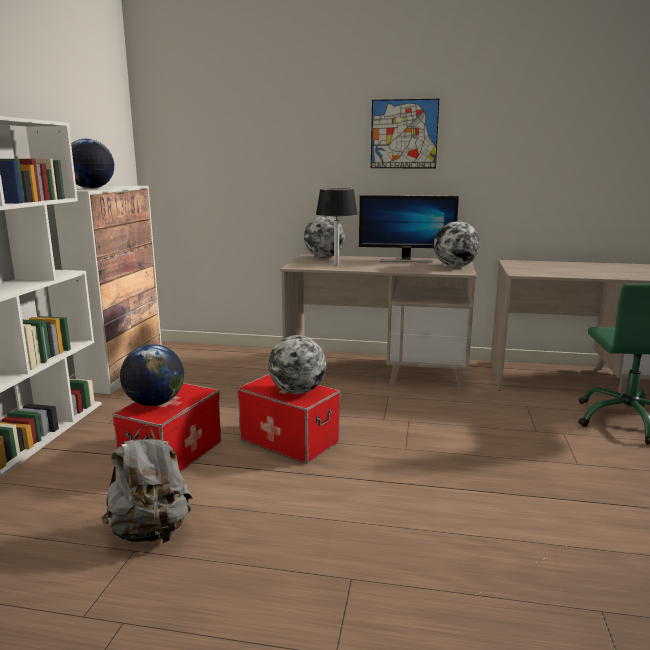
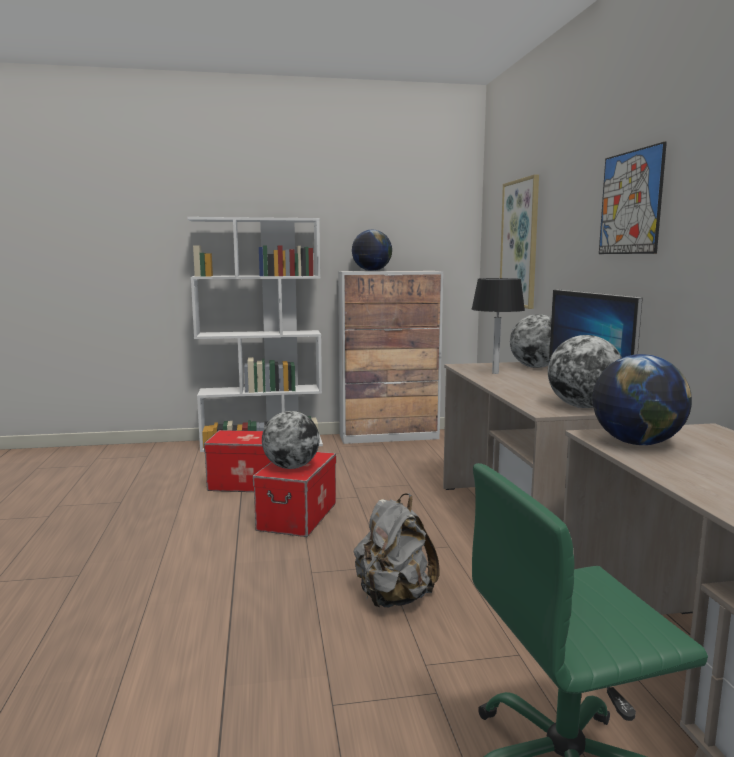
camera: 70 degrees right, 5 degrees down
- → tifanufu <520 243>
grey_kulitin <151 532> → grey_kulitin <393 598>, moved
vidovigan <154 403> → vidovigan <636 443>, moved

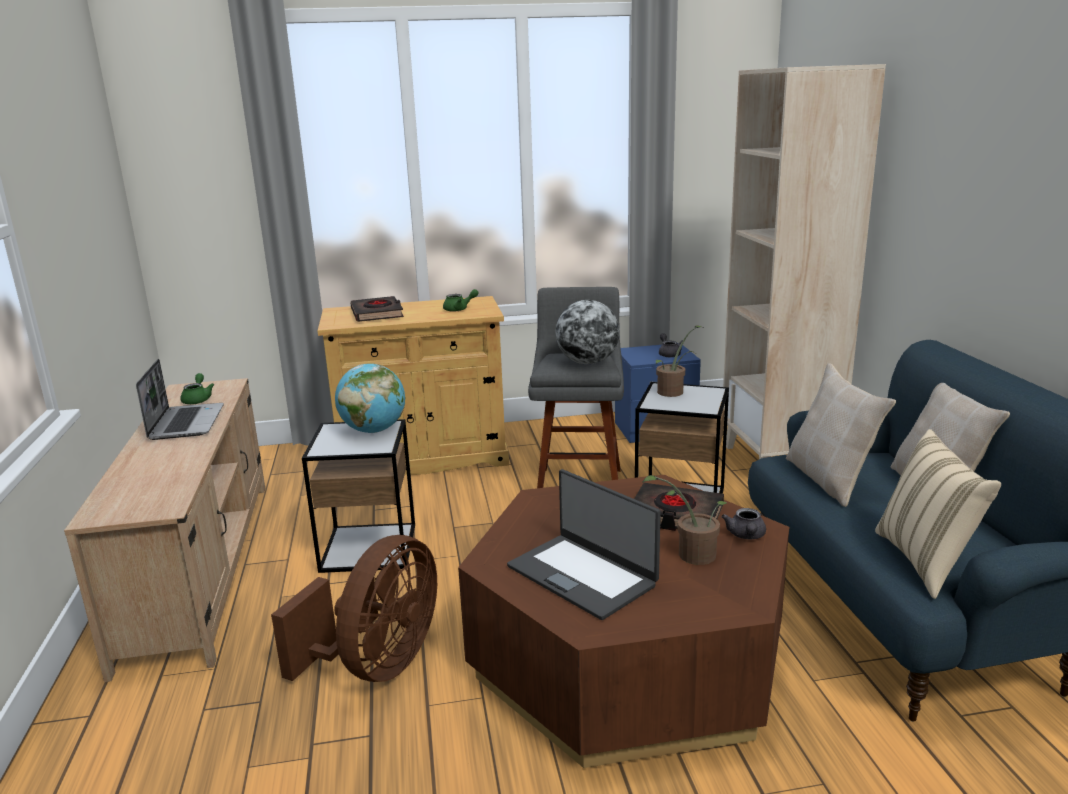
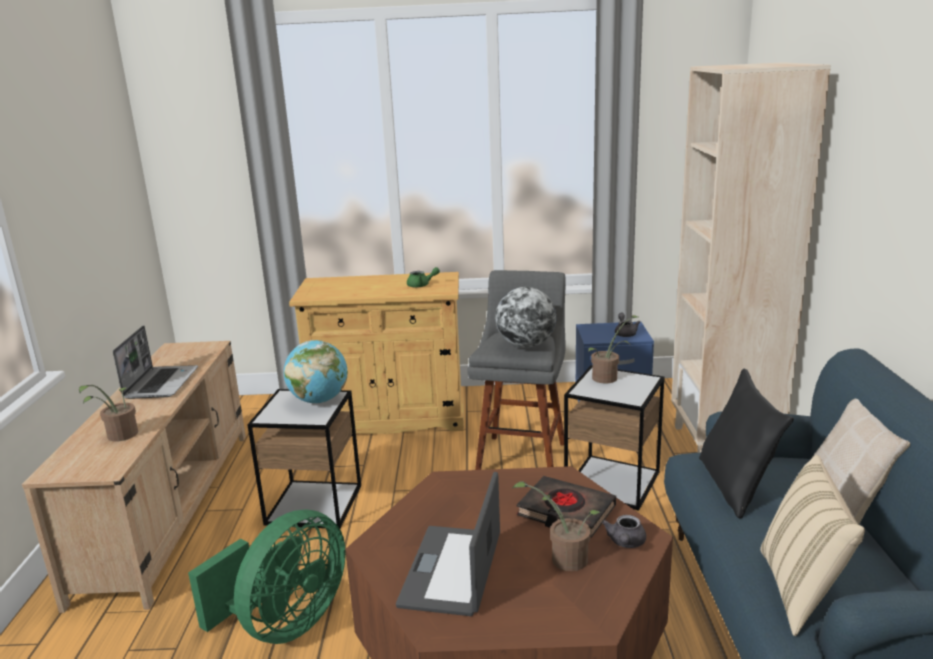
camera: 10 degrees right, 0 degrees up
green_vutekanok <198 399> → -
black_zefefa <377 314> → -
- → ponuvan <119 436>
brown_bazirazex <378 665> → green_bazirazex <285 624>
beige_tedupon <830 480> → black_tedupon <736 486>
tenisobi <582 575> → tenisobi <453 570>, 45 degrees clockwise

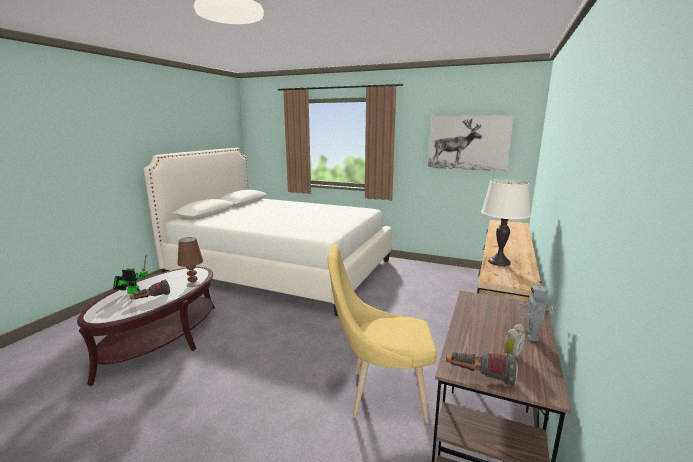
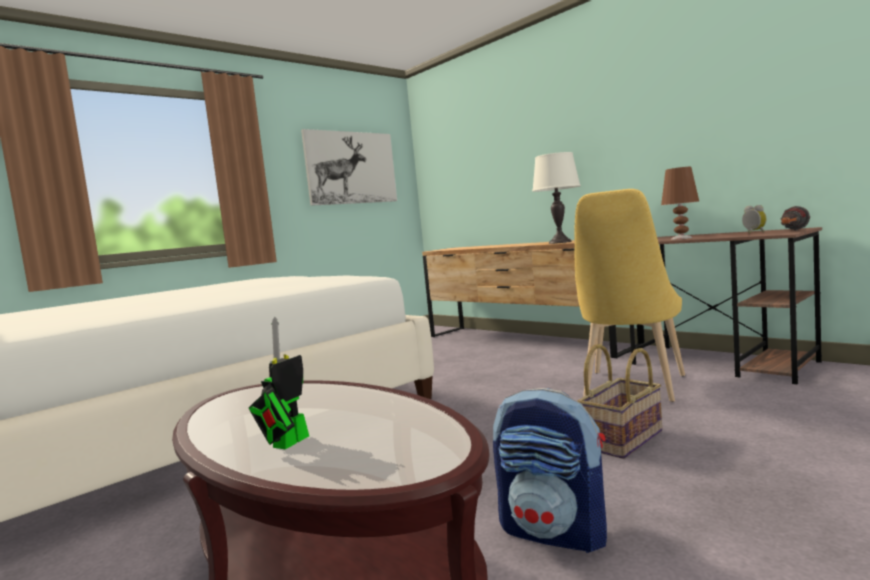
camera: 65 degrees left, 10 degrees down
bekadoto <151 299> → -
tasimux <533 336> → -
- → kulitin <555 532>
- → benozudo <622 439>
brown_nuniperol <193 284> → brown_nuniperol <681 238>, moved

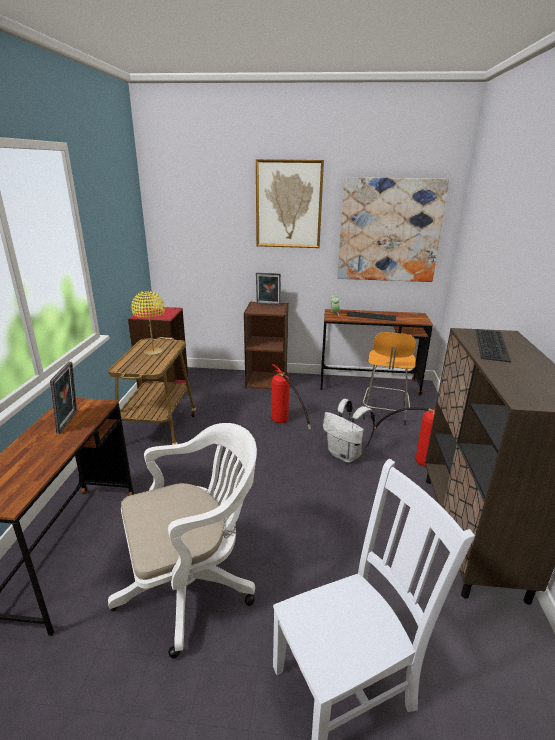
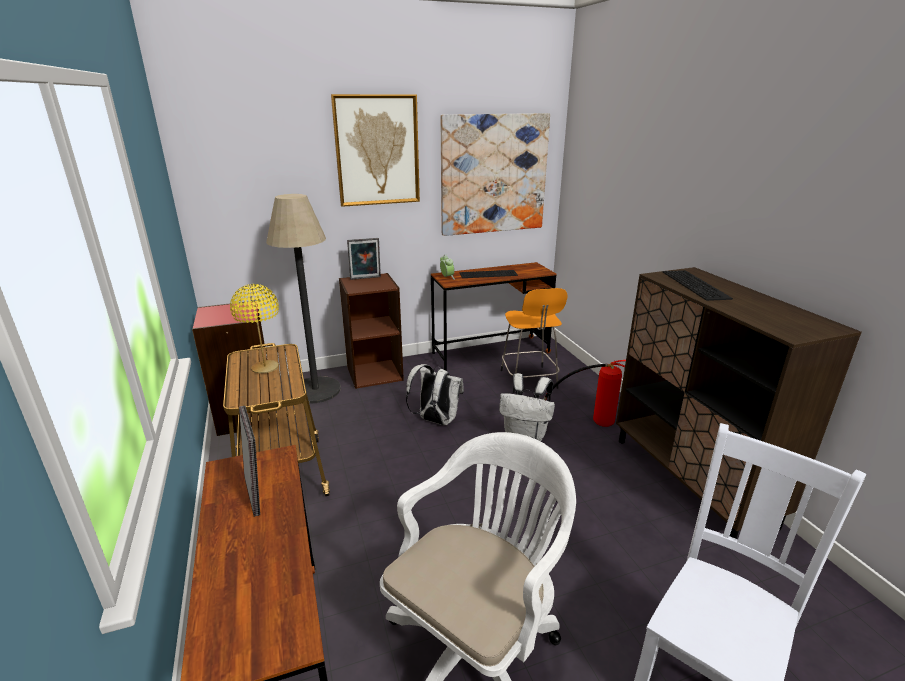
camera: 25 degrees left, 0 degrees up
- → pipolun <315 390>
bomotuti <285 424> → white_kulitin <435 420>

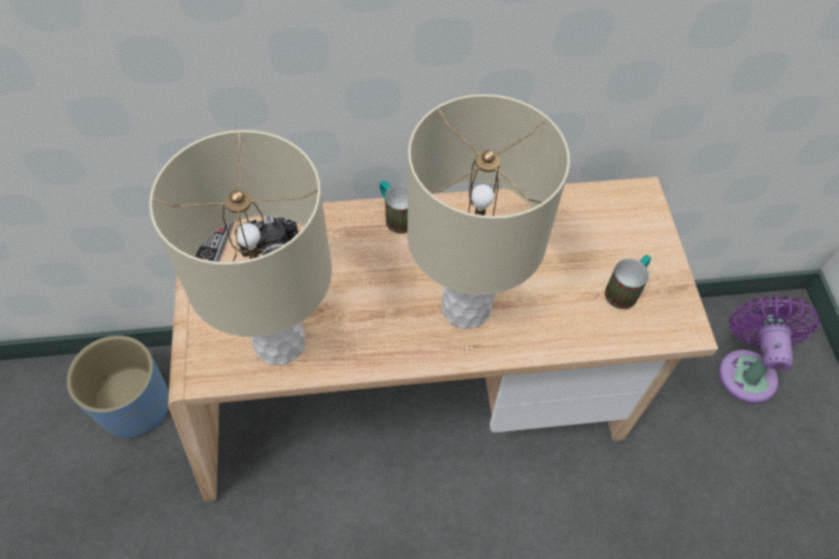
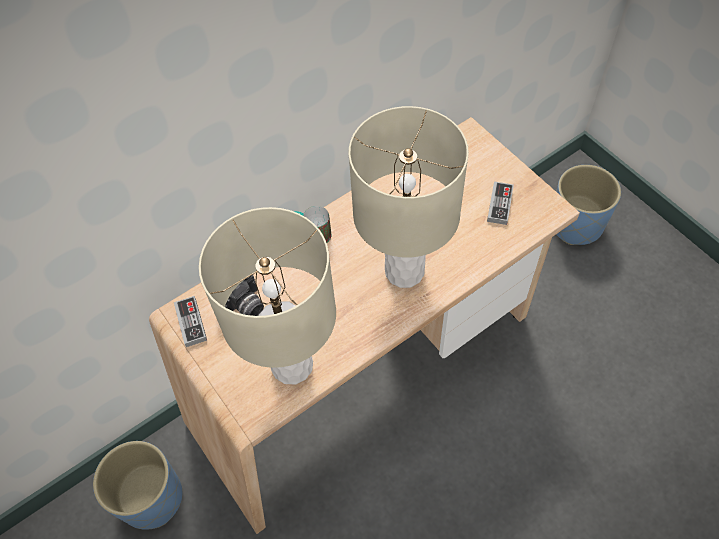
camera: 25 degrees left, 0 degrees up
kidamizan <625 290> → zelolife <500 204>
purple_bazirazex <747 370> → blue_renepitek <576 225>

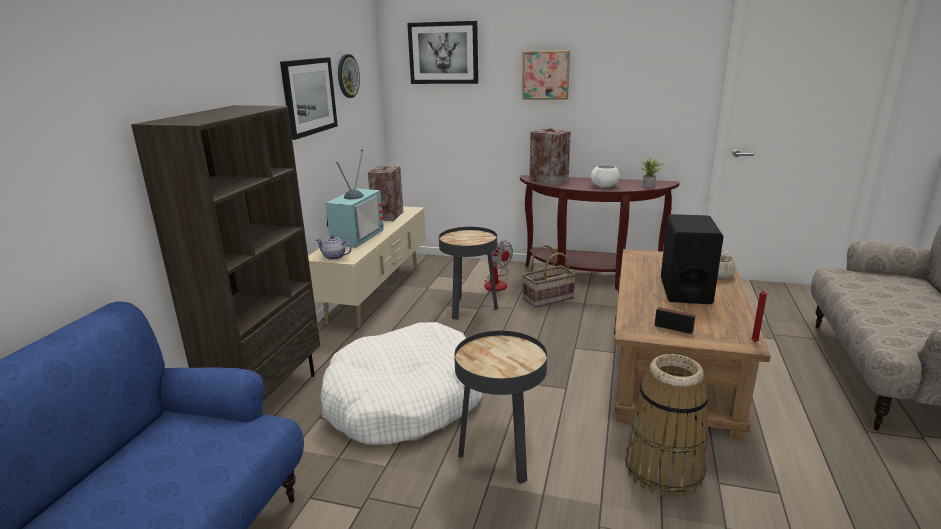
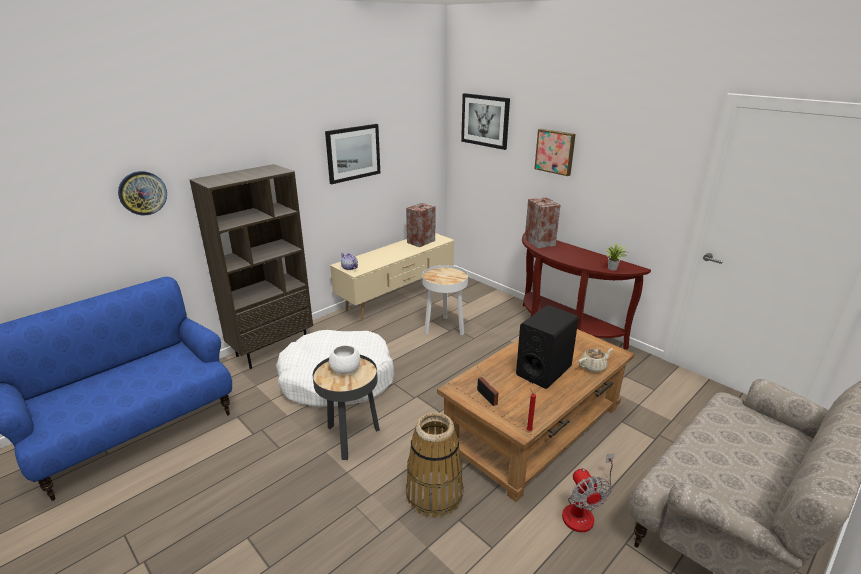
camera: 30 degrees right, 5 degrees up
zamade <355 236> → -
benozudo <548 299> → -
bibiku <347 76> → bibiku <142 193>, moved
bazirazex <497 283> → bazirazex <583 511>, moved
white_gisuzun <604 186> → white_gisuzun <345 370>, moved
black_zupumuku <469 308> → white_zupumuku <444 328>

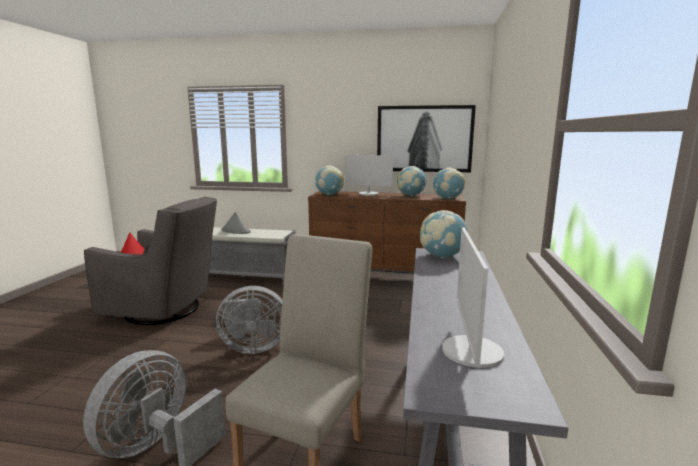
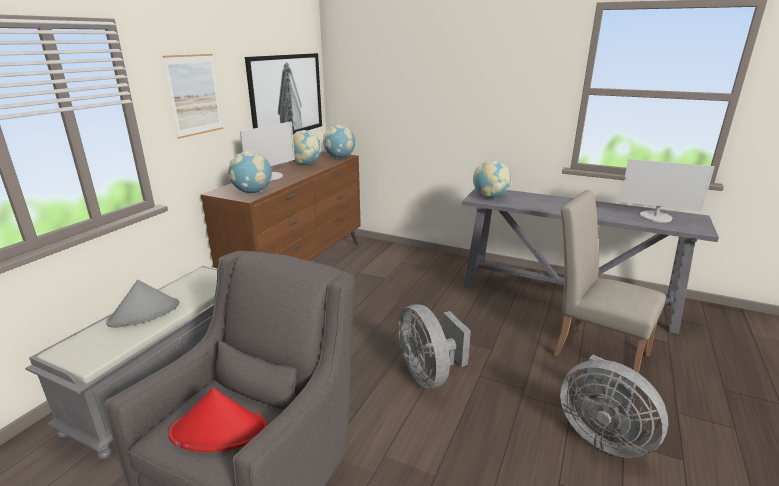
camera: 75 degrees left, 10 degrees up
- → tifanufu <195 95>
grey_bazirazex <252 347> → grey_bazirazex <429 374>, 150 degrees clockwise

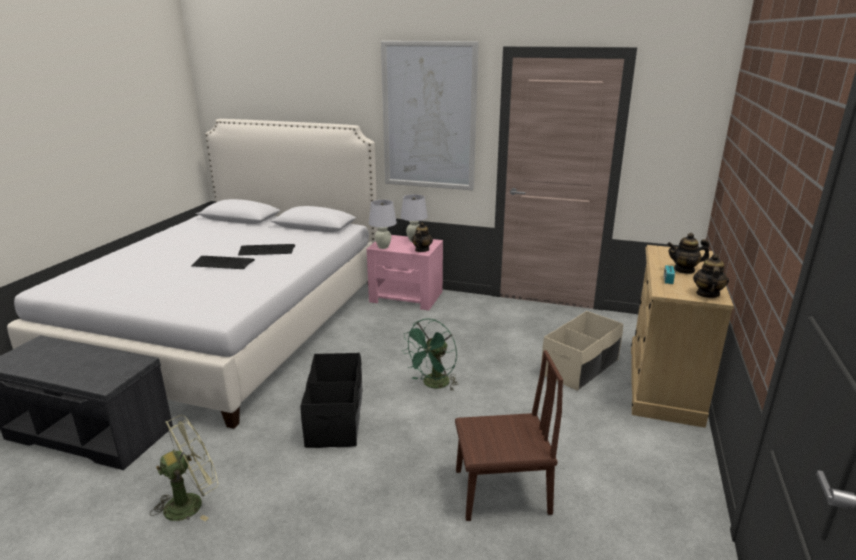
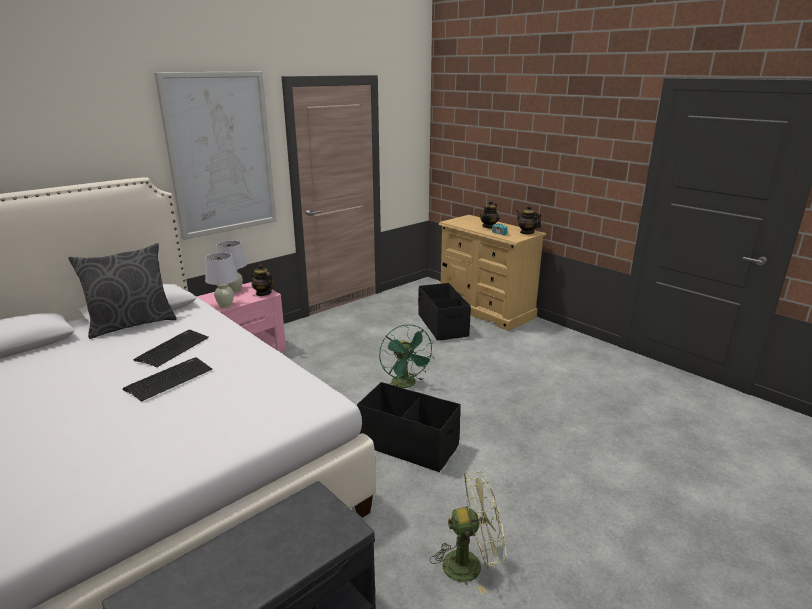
camera: 60 degrees left, 0 degrees up
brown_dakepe <501 491> → -
- → grey_tedupon <132 324>
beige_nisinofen <580 367> → black_nisinofen <443 325>
green_bazirazex <191 502> → green_bazirazex <470 564>, 90 degrees clockwise

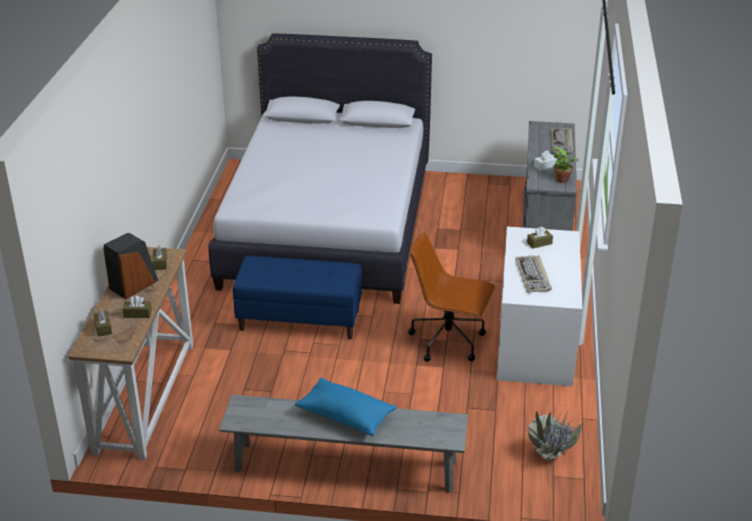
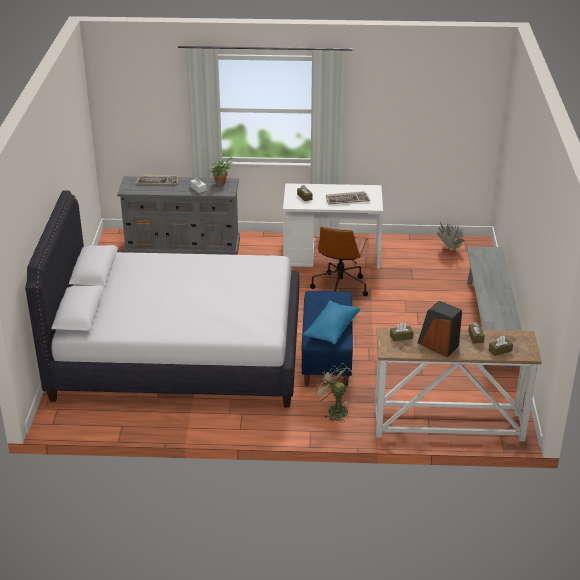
camera: 95 degrees left, 0 degrees up
- → beige_bazirazex <334 409>
blue_tedupon <346 416> → blue_tedupon <331 329>, moved

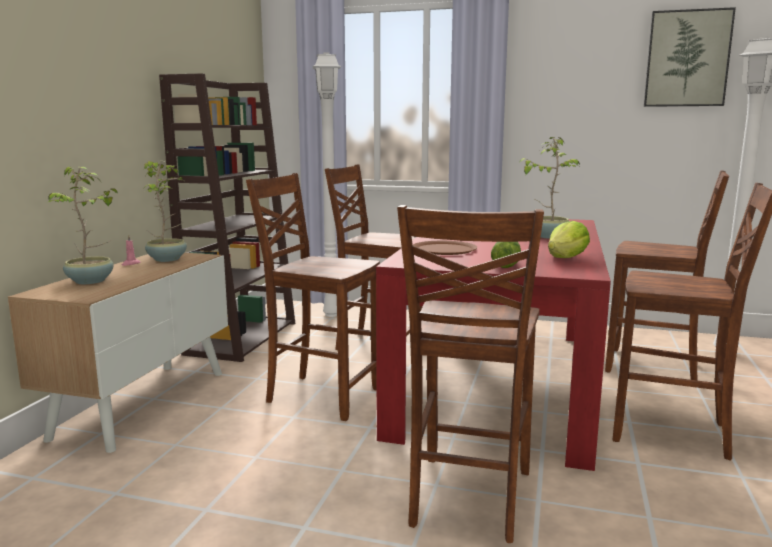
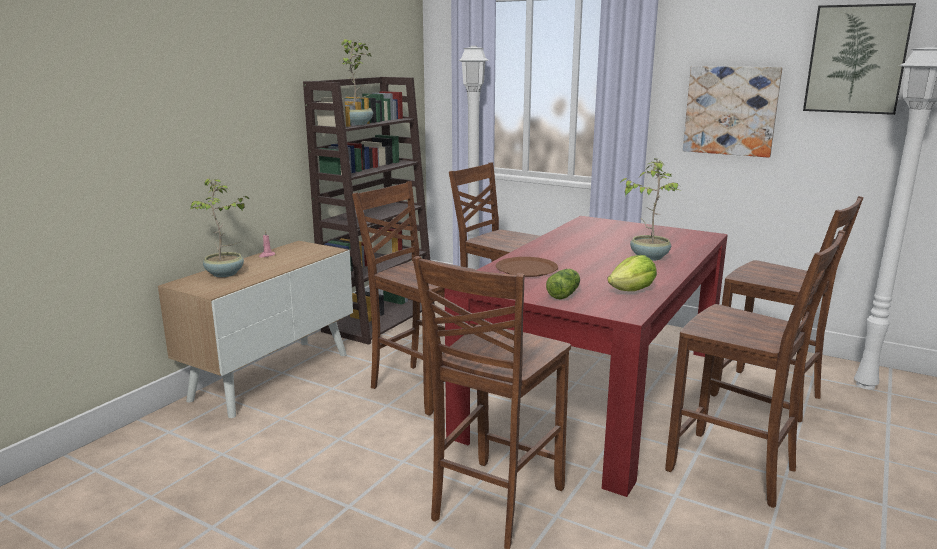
camera: 15 degrees right, 5 degrees up
- → tifanufu <731 110>
ponuvan <168 259> → ponuvan <358 124>, moved

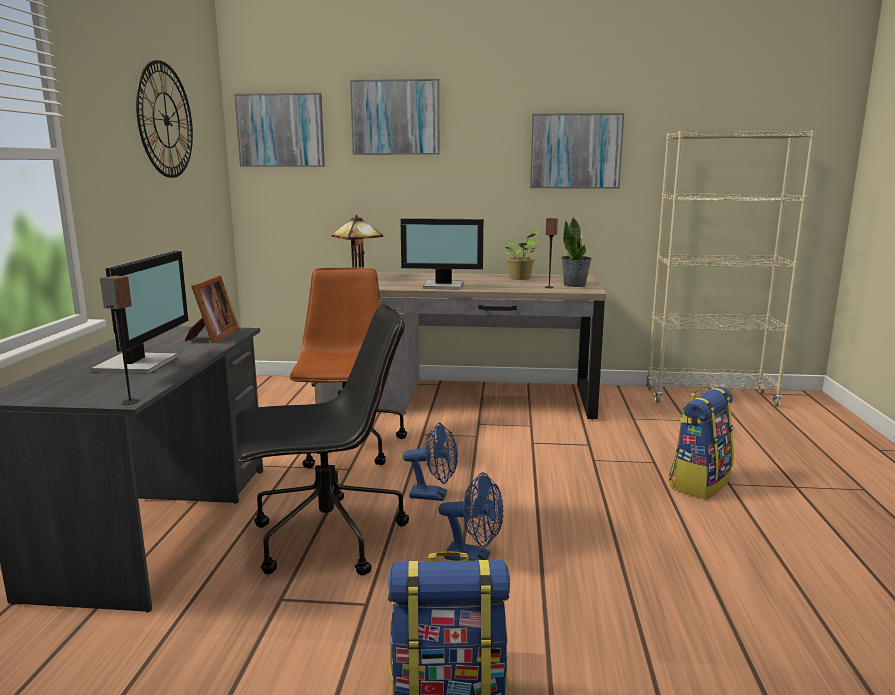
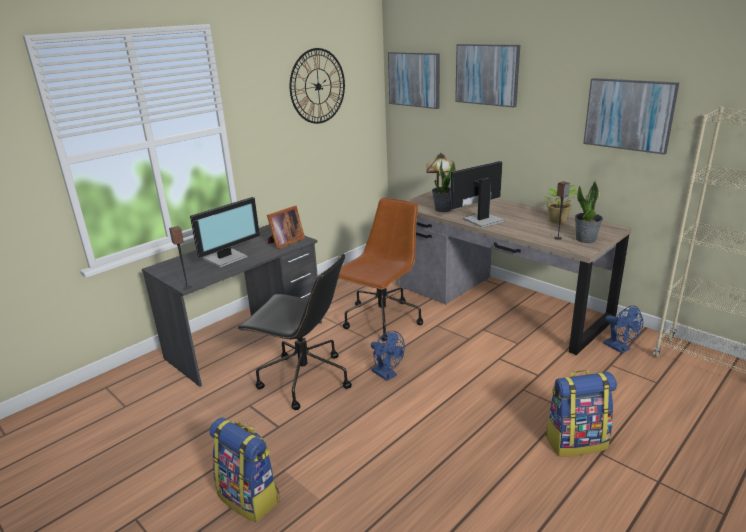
camera: 40 degrees right, 10 degrees up
- → ponuvan <442 209>
blue_bazirazex <474 558> → blue_bazirazex <620 348>, moved
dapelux <444 286> → dapelux <481 220>, 105 degrees clockwise

